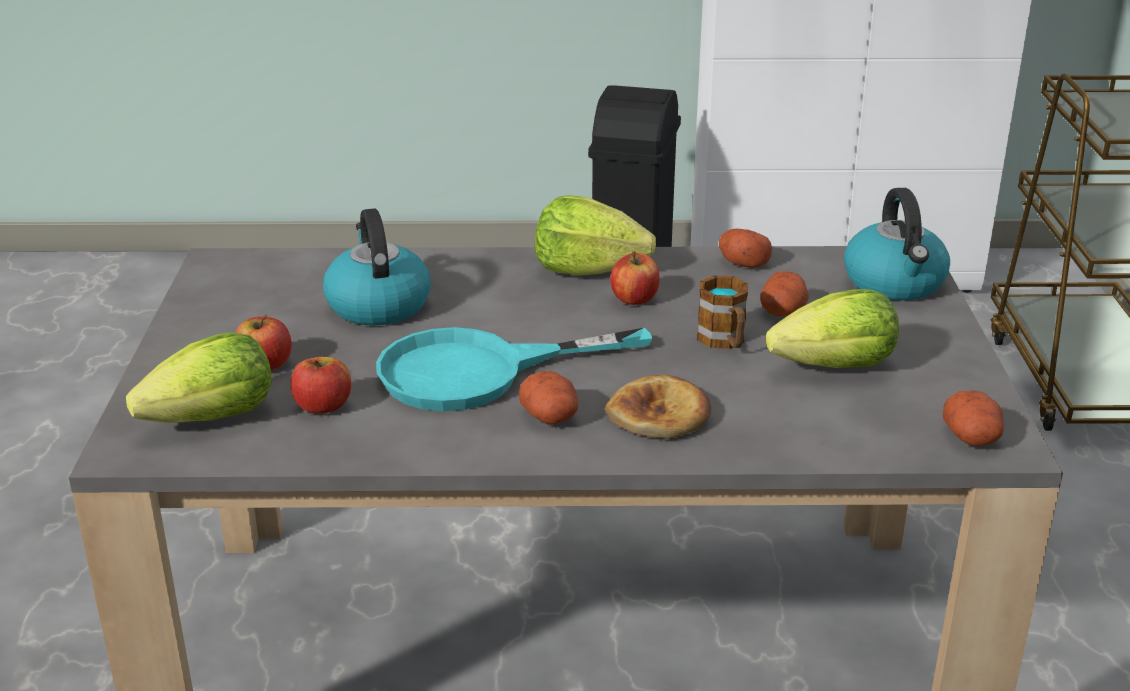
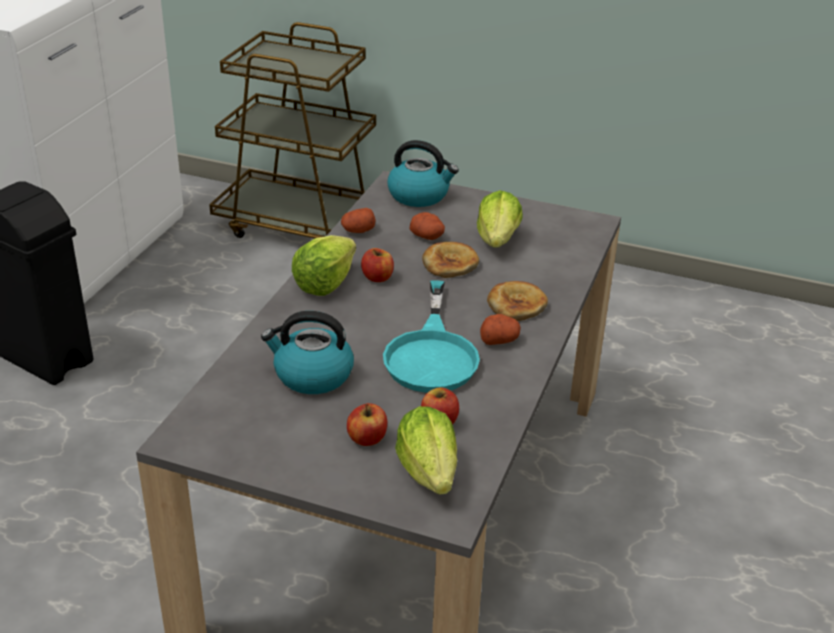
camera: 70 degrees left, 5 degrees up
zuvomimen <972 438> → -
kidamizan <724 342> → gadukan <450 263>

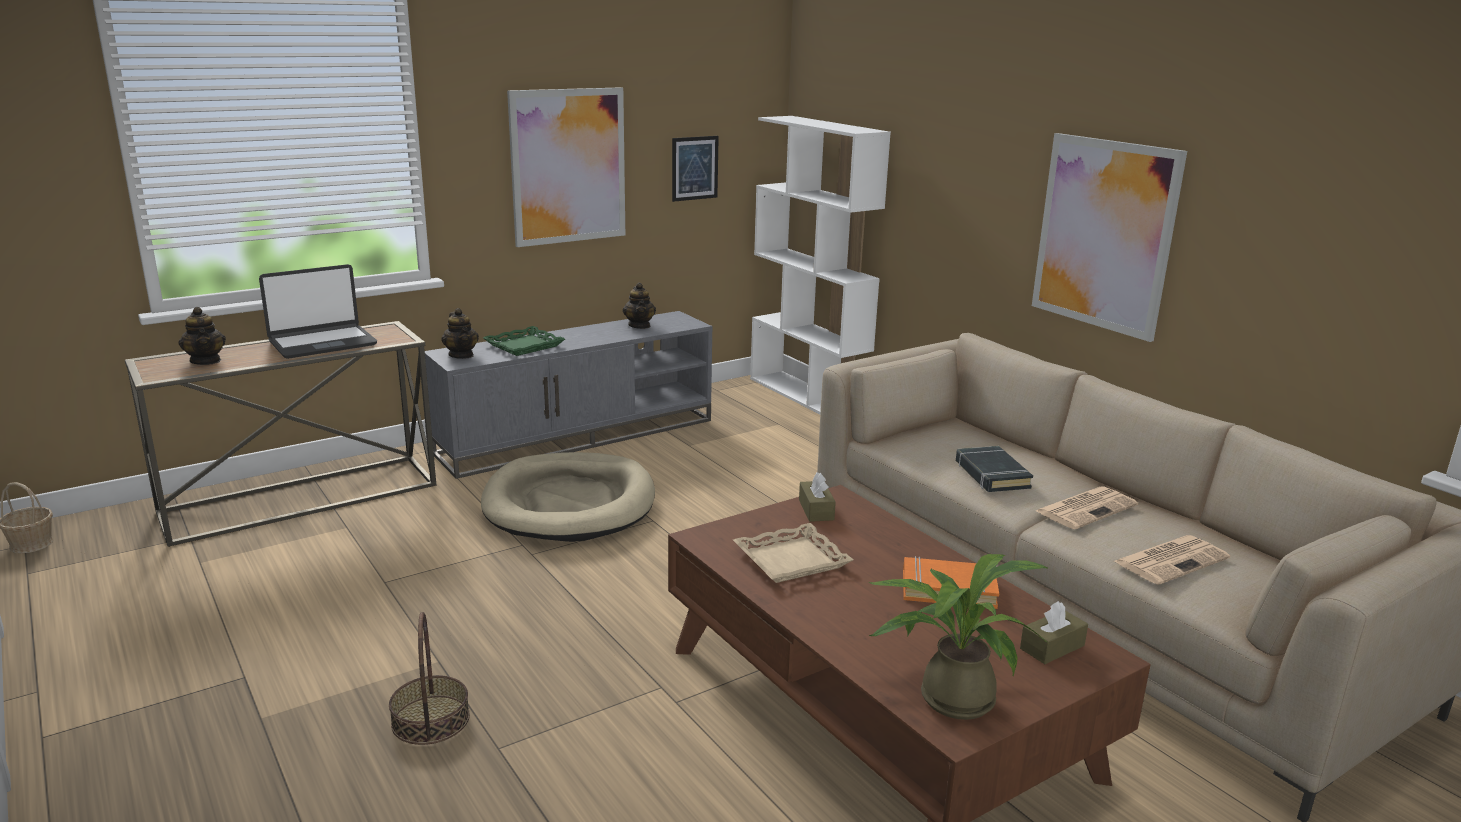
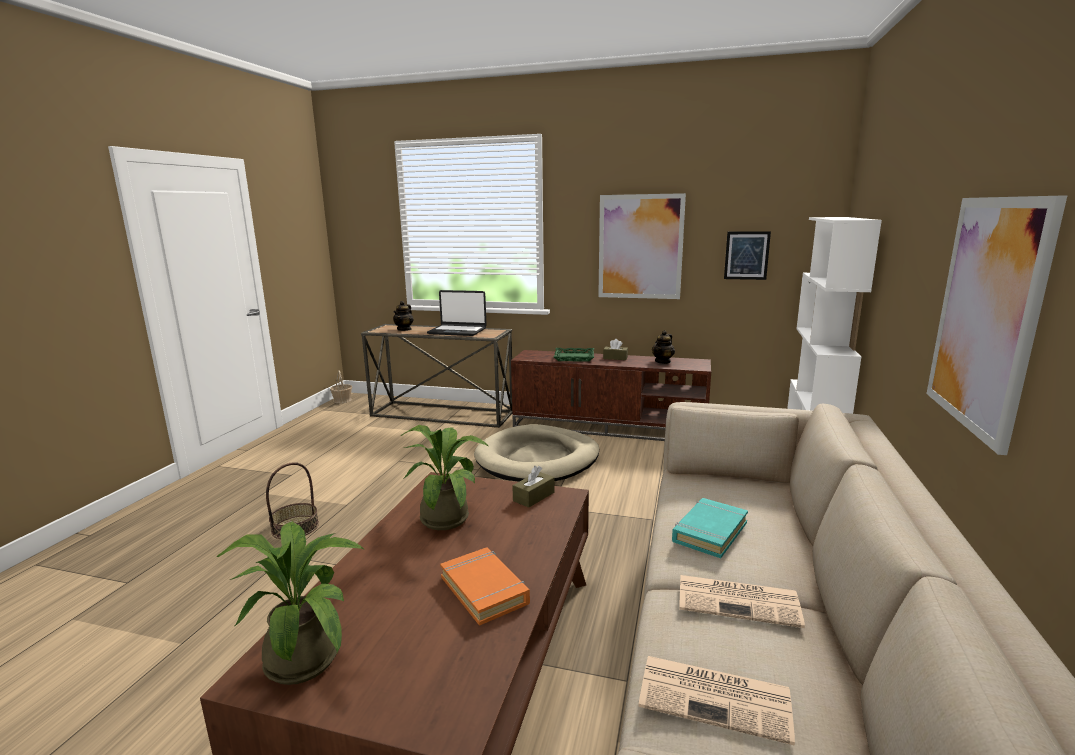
camera: 50 degrees right, 5 degrees down
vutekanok <461 355> → -
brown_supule <1052 647> → brown_supule <615 358>, moved
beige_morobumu <791 560> → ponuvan <447 516>
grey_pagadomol <578 436> → brown_pagadomol <609 427>
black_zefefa <991 475> → turquoise_zefefa <709 532>

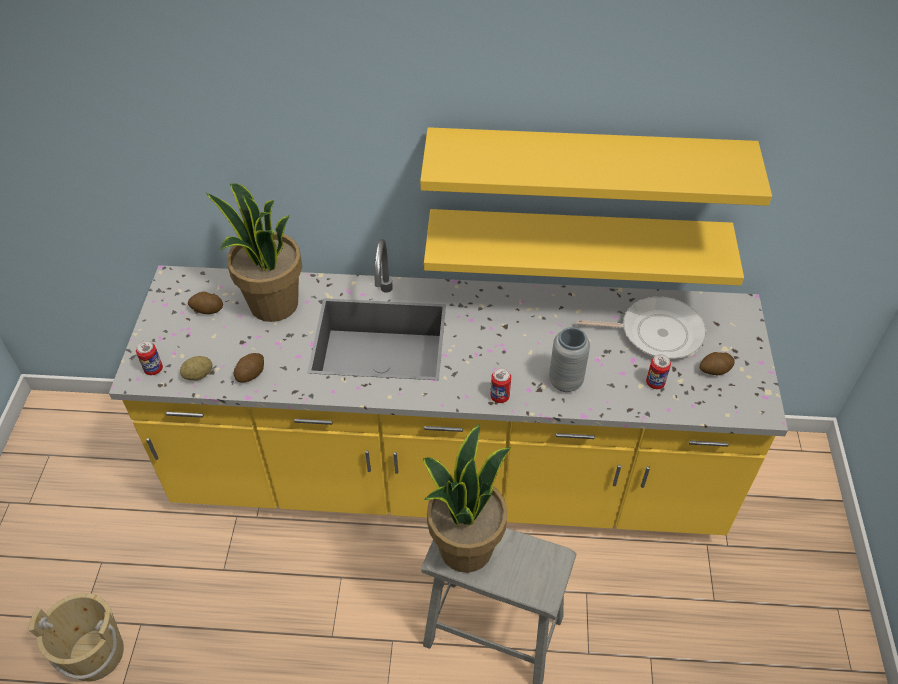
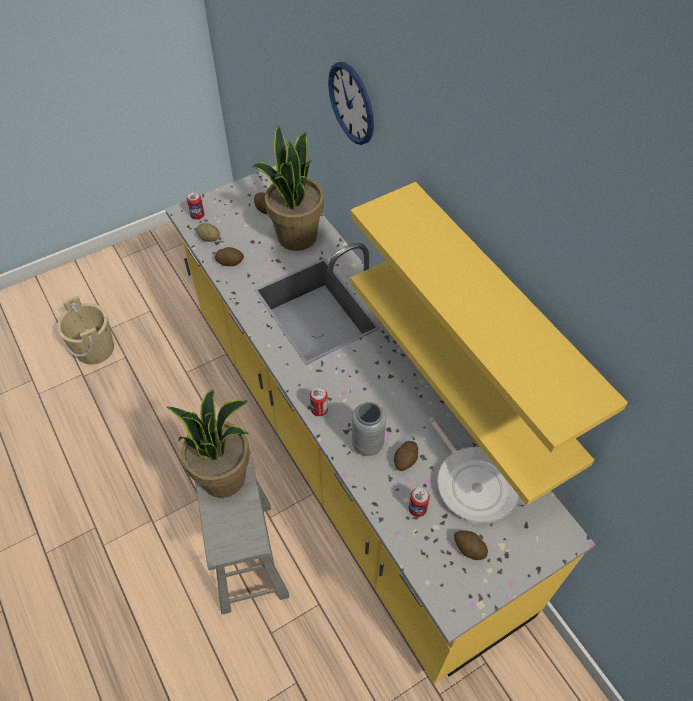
camera: 55 degrees right, 5 degrees up
- → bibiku <351 103>
- → zuvomimen <405 460>

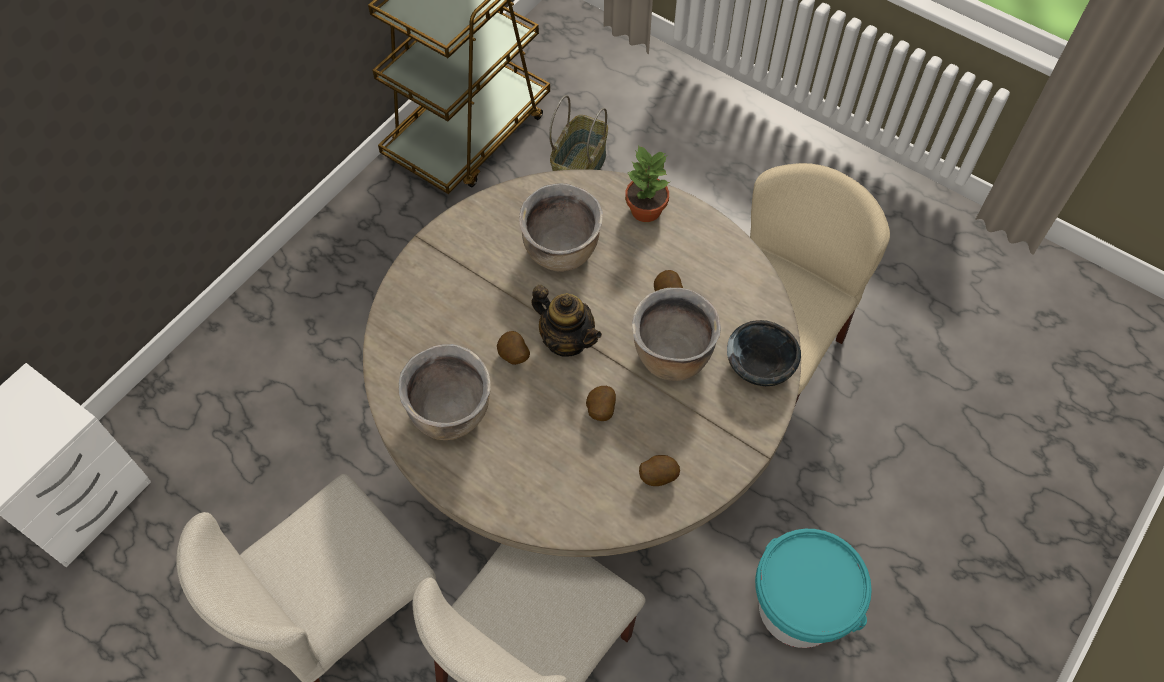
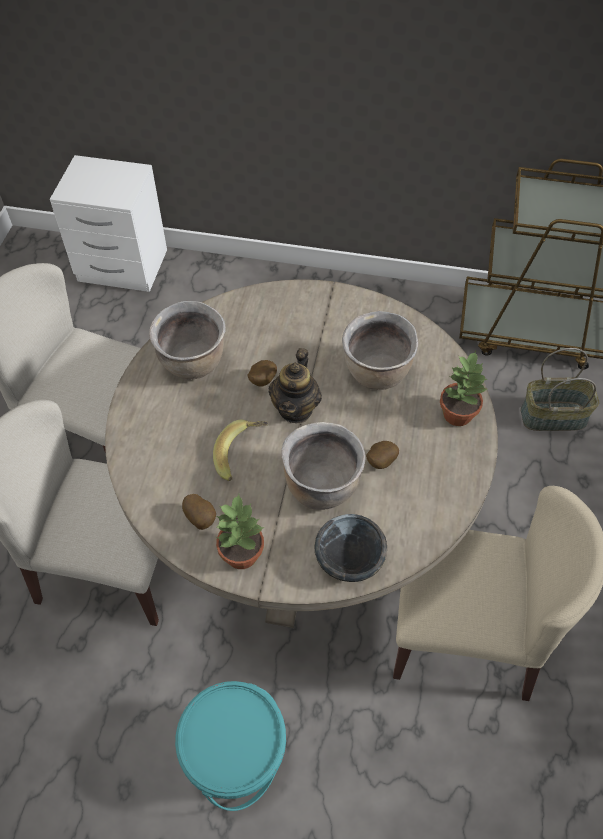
camera: 65 degrees right, 5 degrees down
- → ponuvan <241 553>
zuvomimen <600 410> → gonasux <242 455>

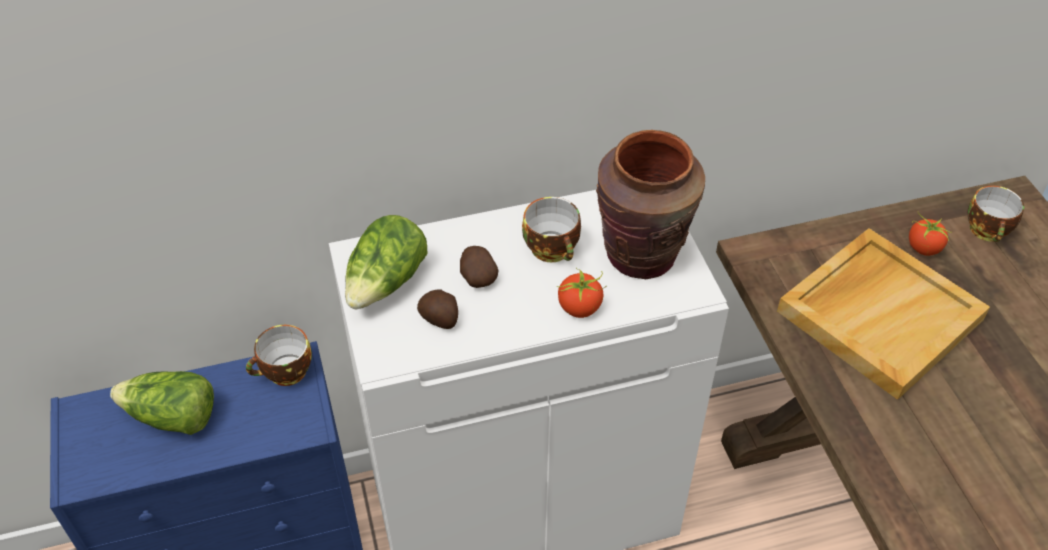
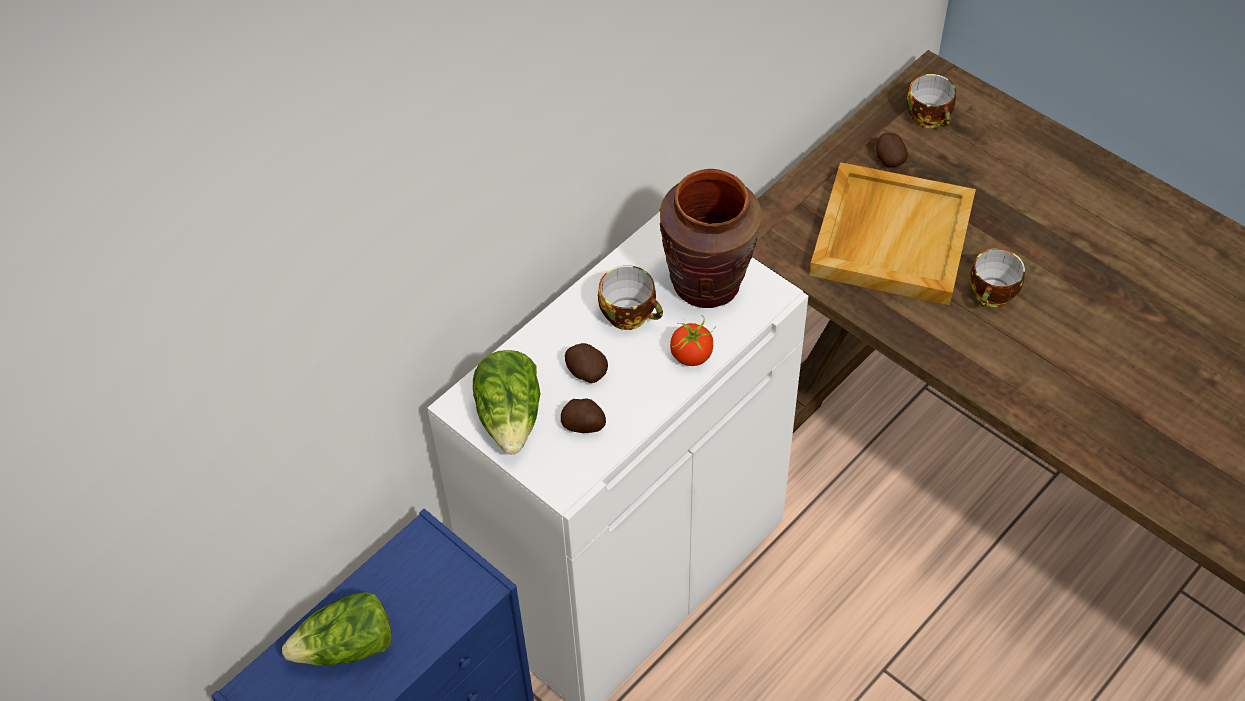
camera: 30 degrees left, 5 degrees up
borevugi <285 373> → borevugi <993 296>, moved
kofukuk <923 248> → zuvomimen <889 159>

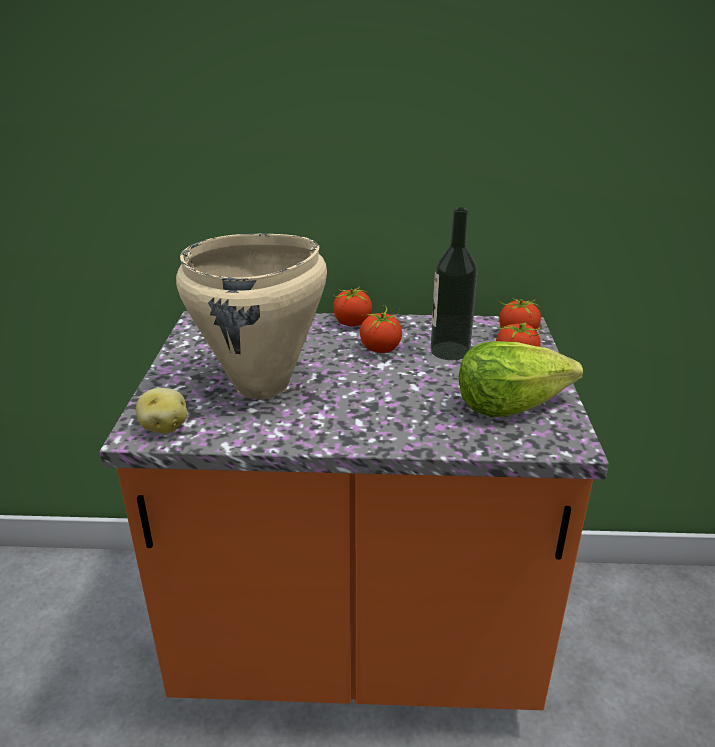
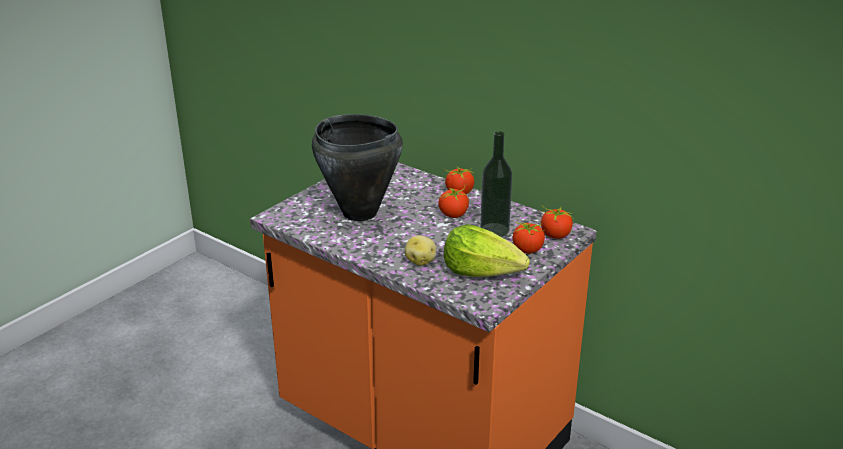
camera: 35 degrees right, 0 degrees up
zuvomimen <164 427> → zuvomimen <420 261>, moved
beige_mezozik <262 386> → black_mezozik <360 213>

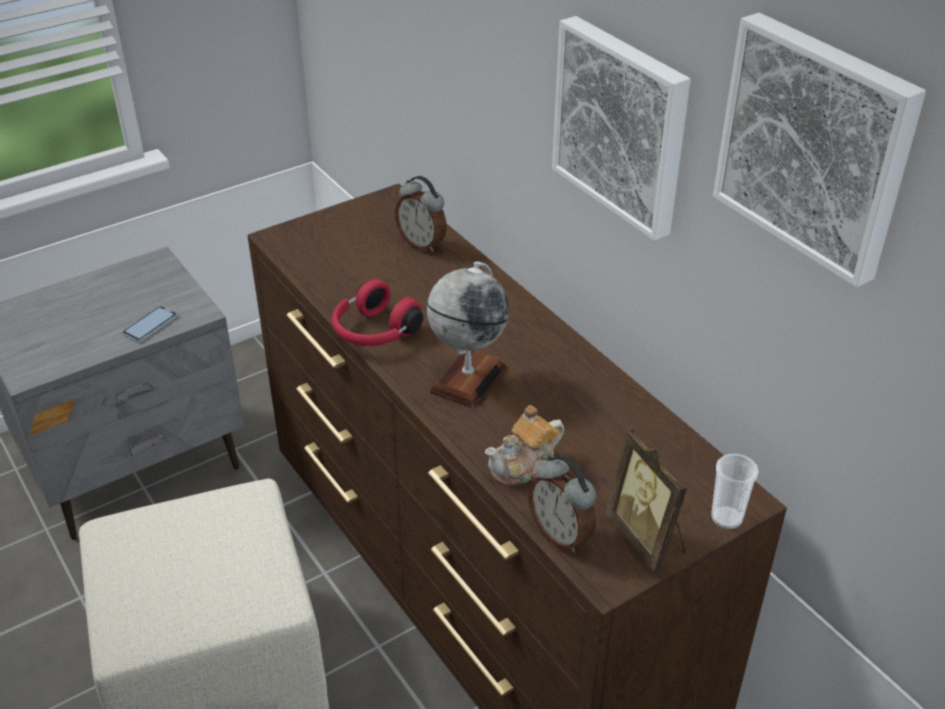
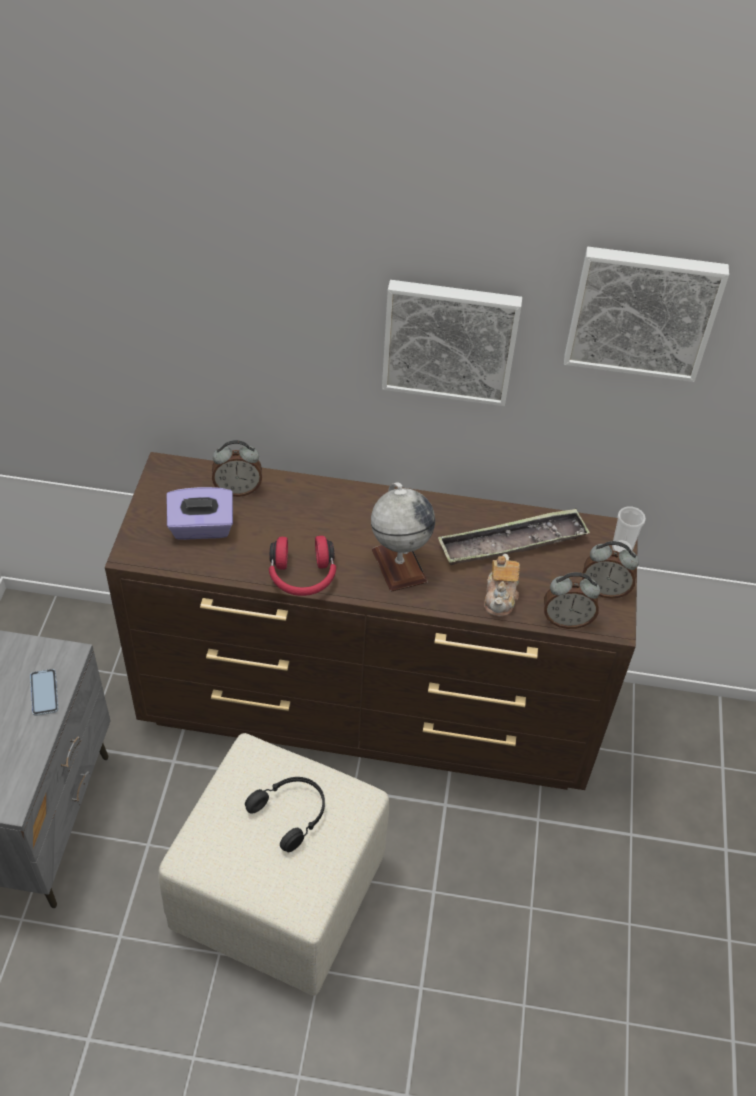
camera: 50 degrees left, 10 degrees up
- → purple_supule <201 528>
- → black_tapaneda <291 813>
- → morobumu <512 543>
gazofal <647 539> → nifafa <604 589>

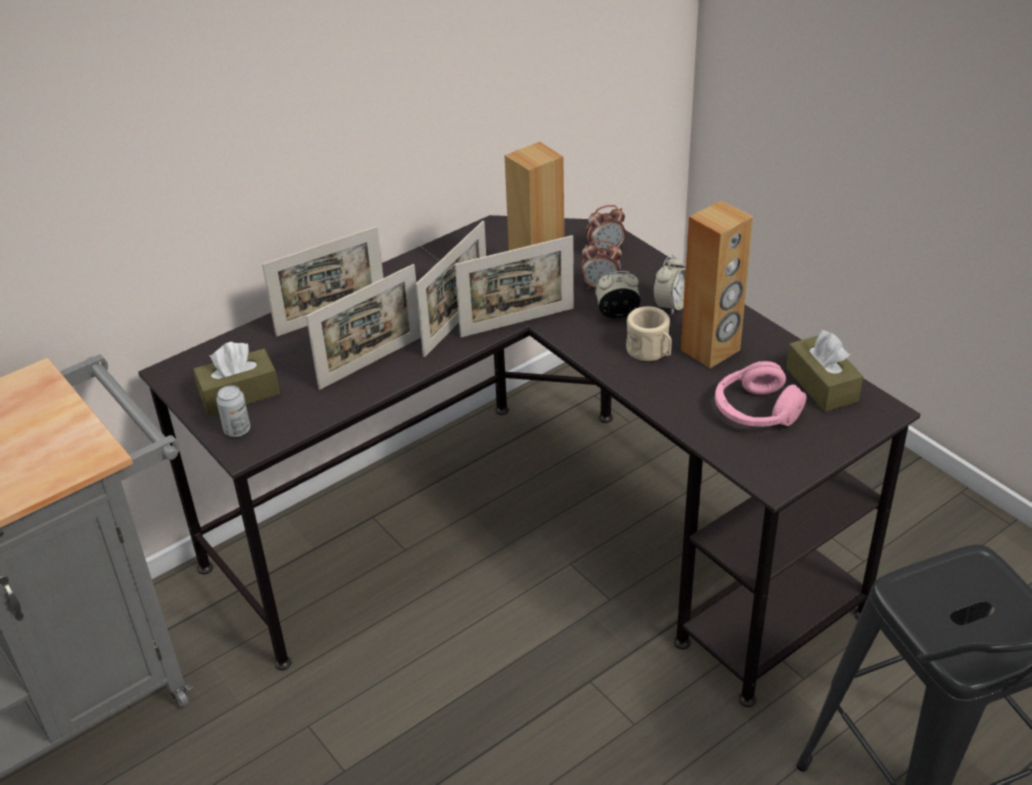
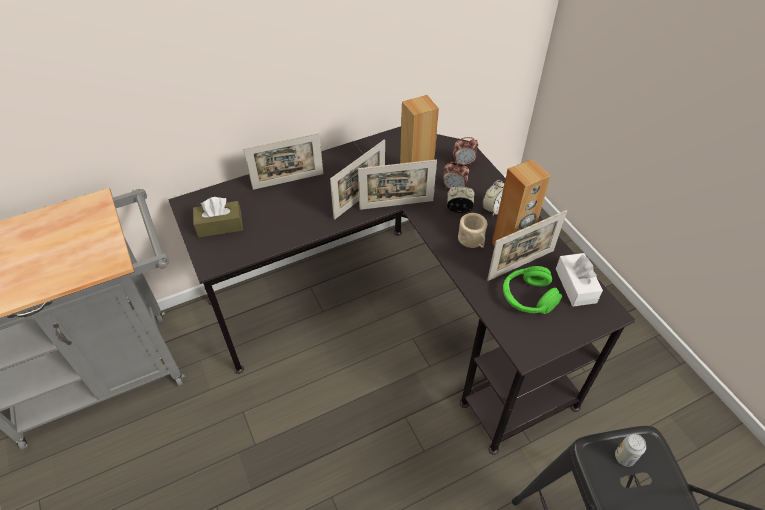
camera: 10 degrees right, 10 degrees up
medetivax <237 430> → medetivax <624 457>, moved
gazofal <371 362> → gazofal <521 265>, moved
pink_tapaneda <755 410> → green_tapaneda <528 297>
brown_supule <822 384> → white_supule <575 285>

